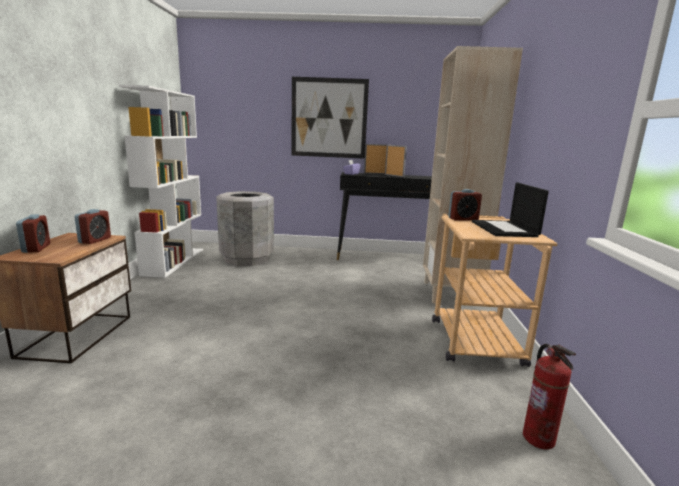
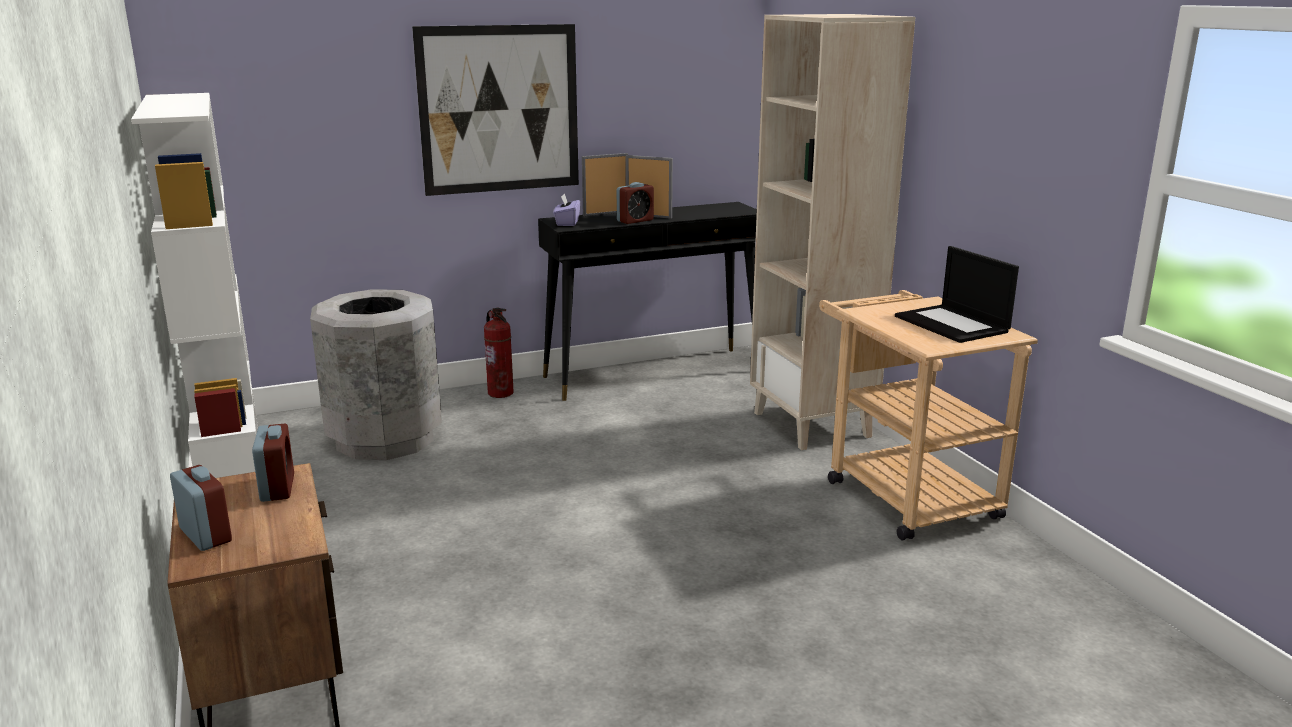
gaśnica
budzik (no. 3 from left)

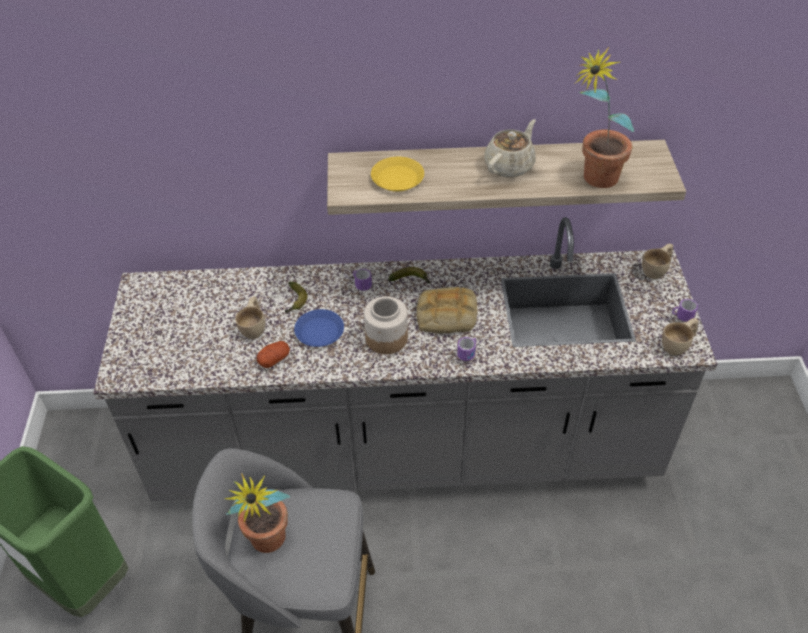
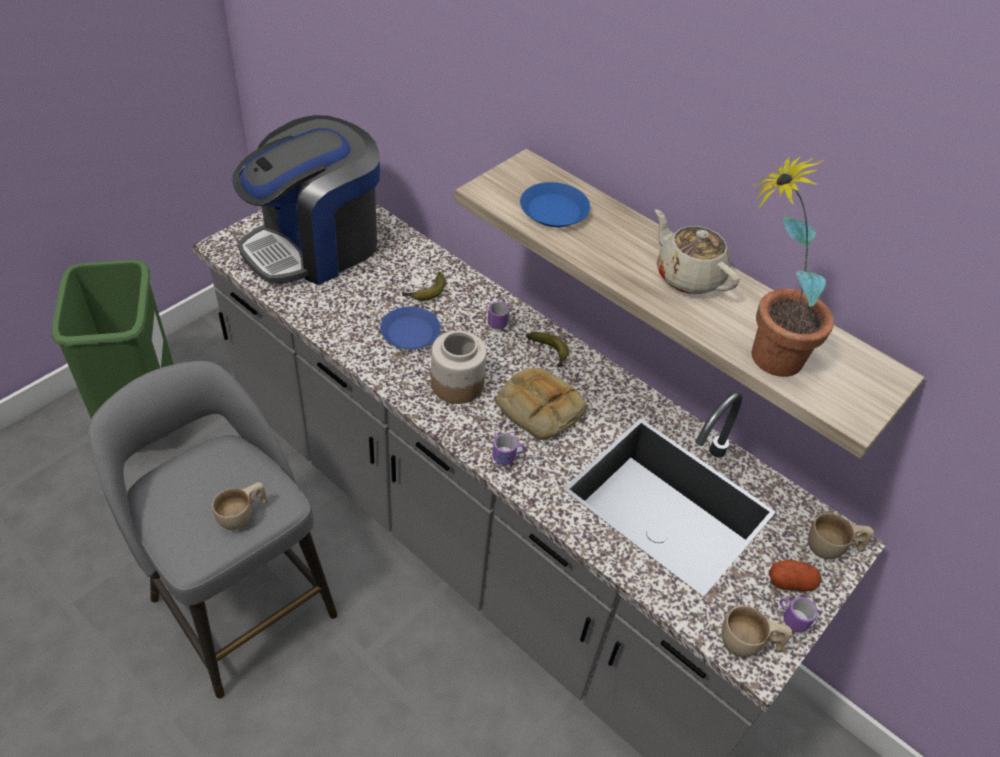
filiżanka (beżowy) (no. 1 from left)
ekspres do kawy
talerz (niebieski) (no. 2 from left)
imbryk (beżowy)
ziemniak
roślina doniczkowa (no. 1 from left in the first image)

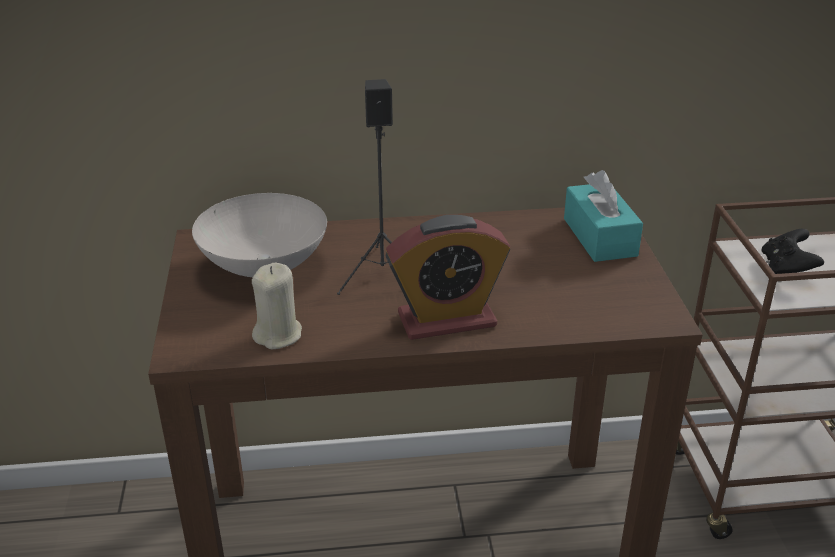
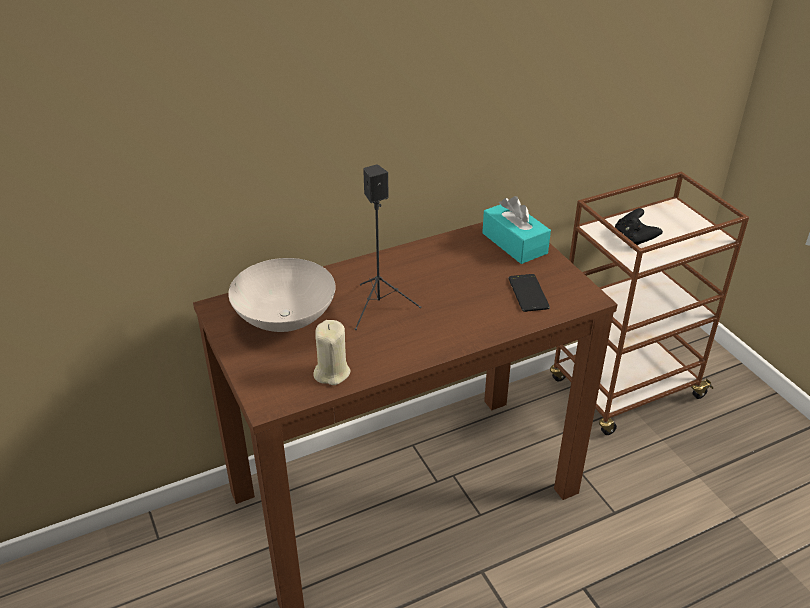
telefon
budzik

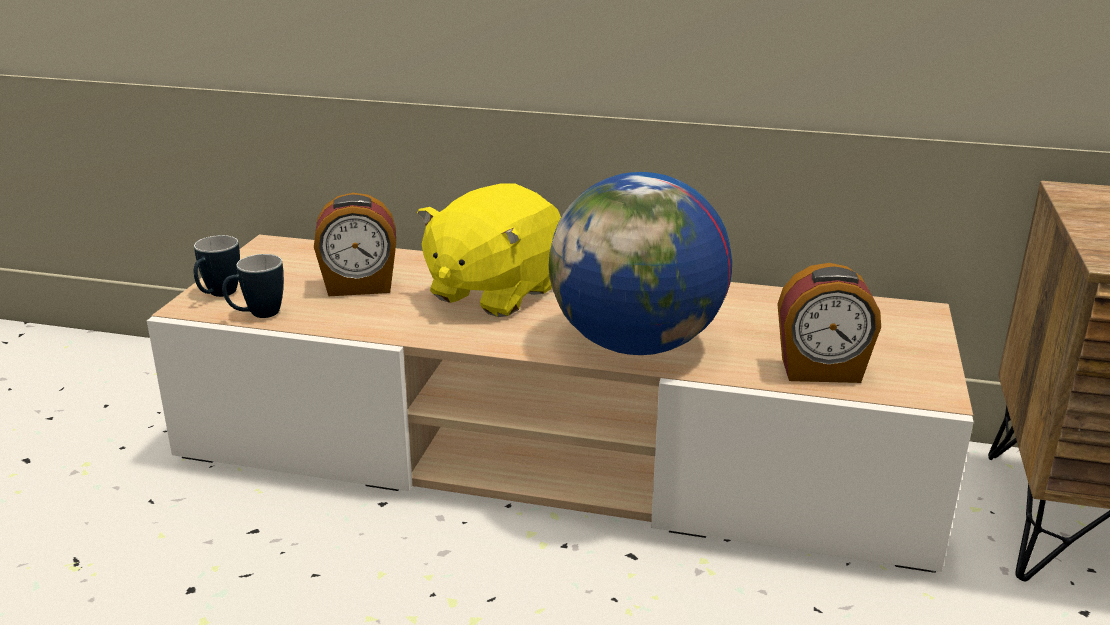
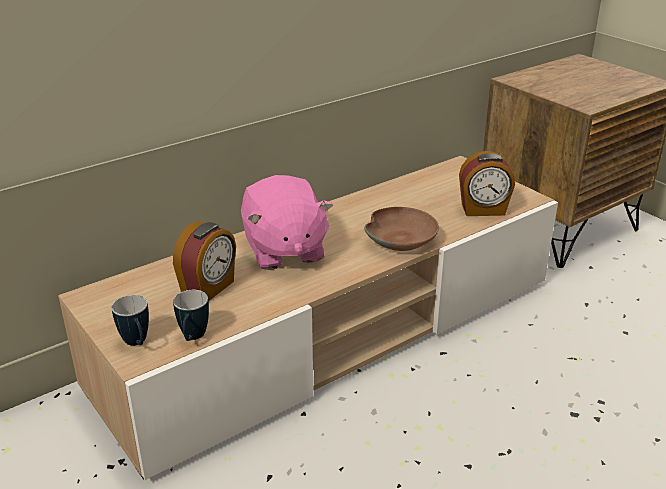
pluszak (różowy)
miska (brązowy)
budzik (no. 2 from left)

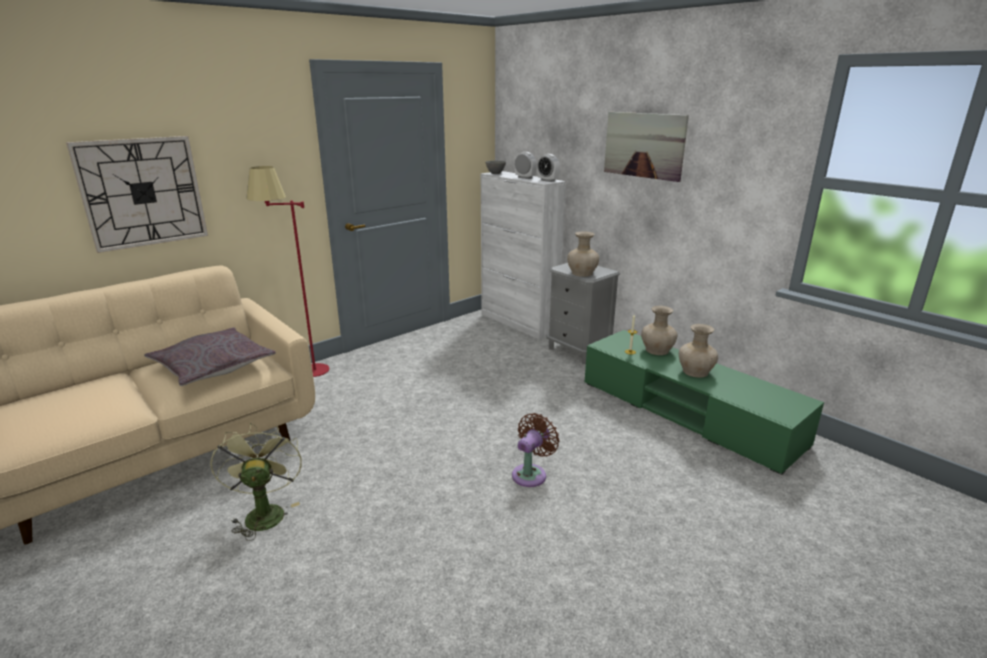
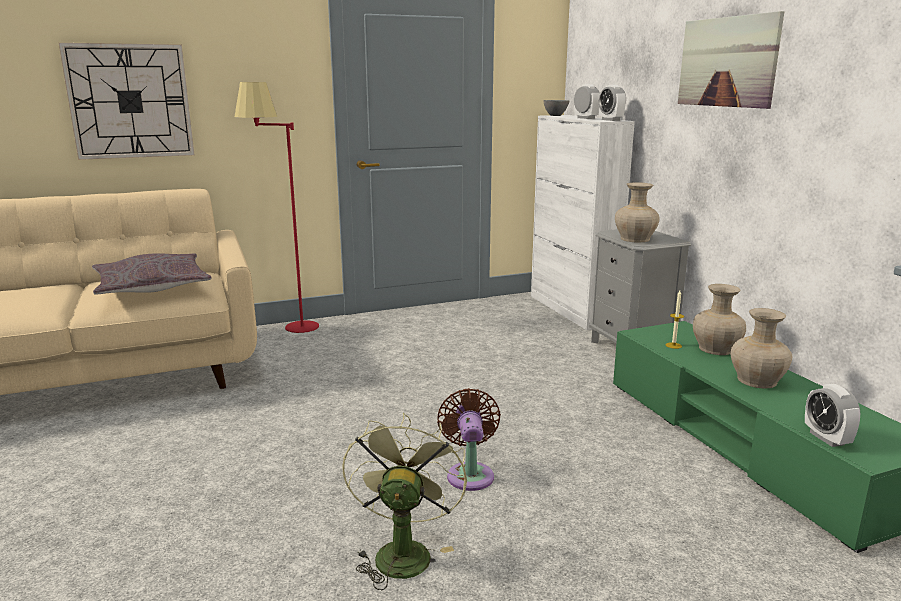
wentylator (zielony)
wentylator (brązowy)
budzik (no. 3 from left)

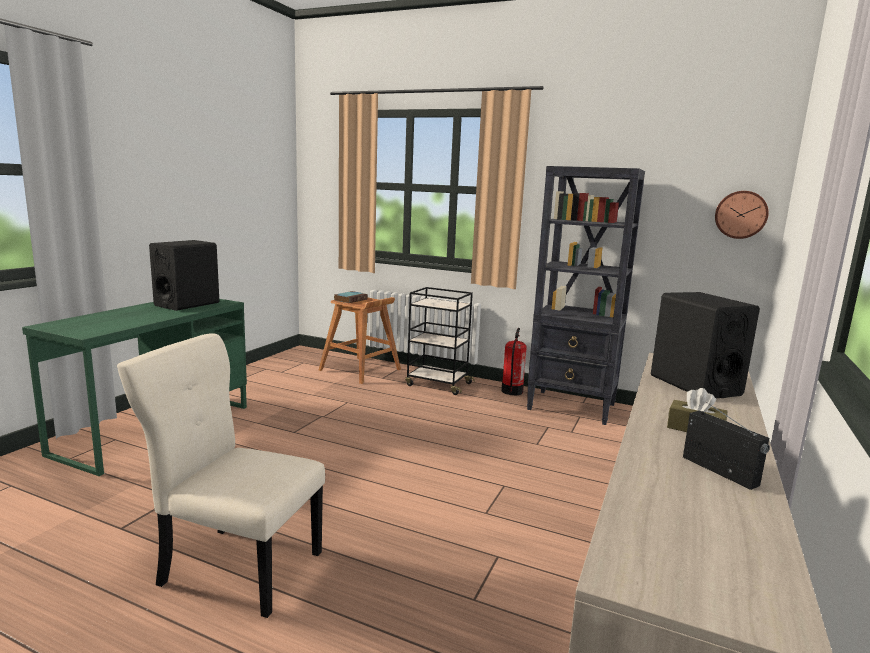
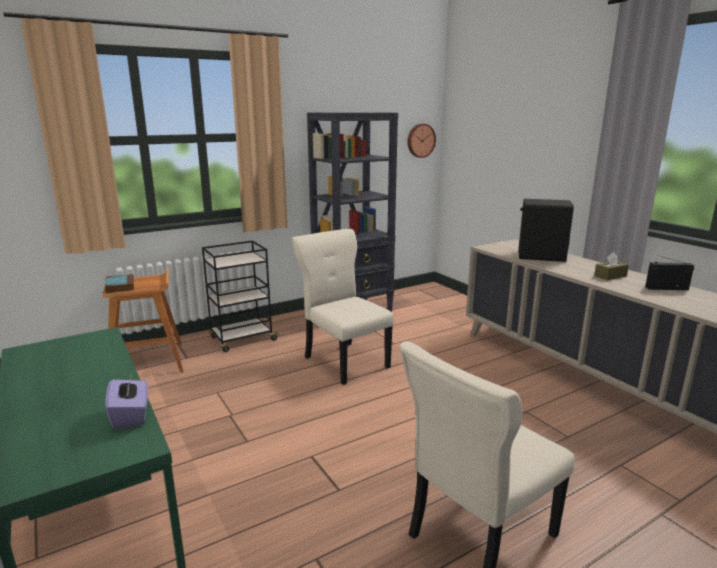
pudełko chusteczek (fioletowy)
krzesło (beżowy) (no. 1 from left)
głośnik (czarny) (no. 1 from left in the first image)
gaśnica

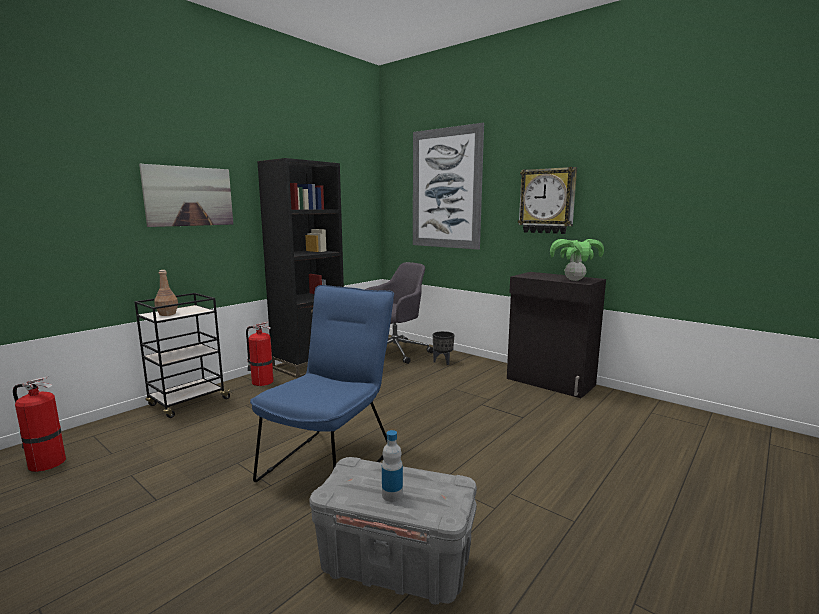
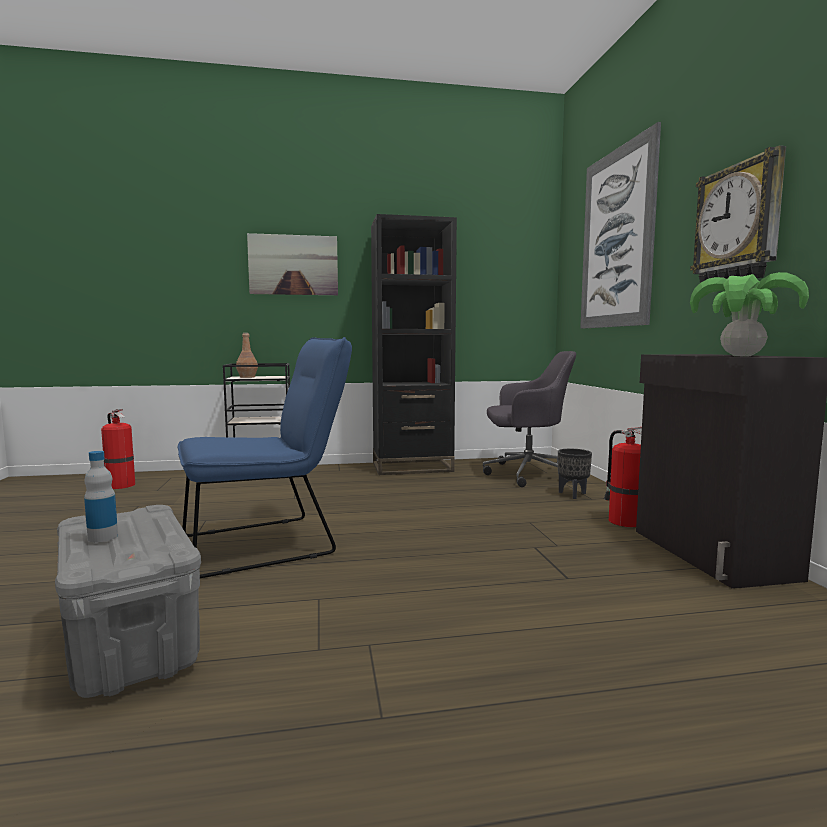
gaśnica (no. 2 from left)

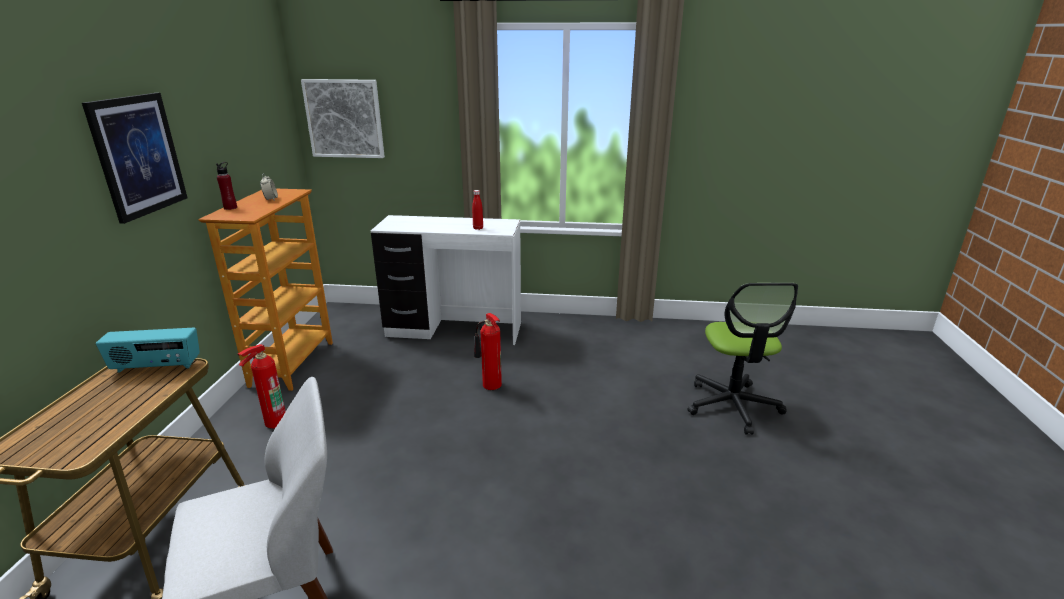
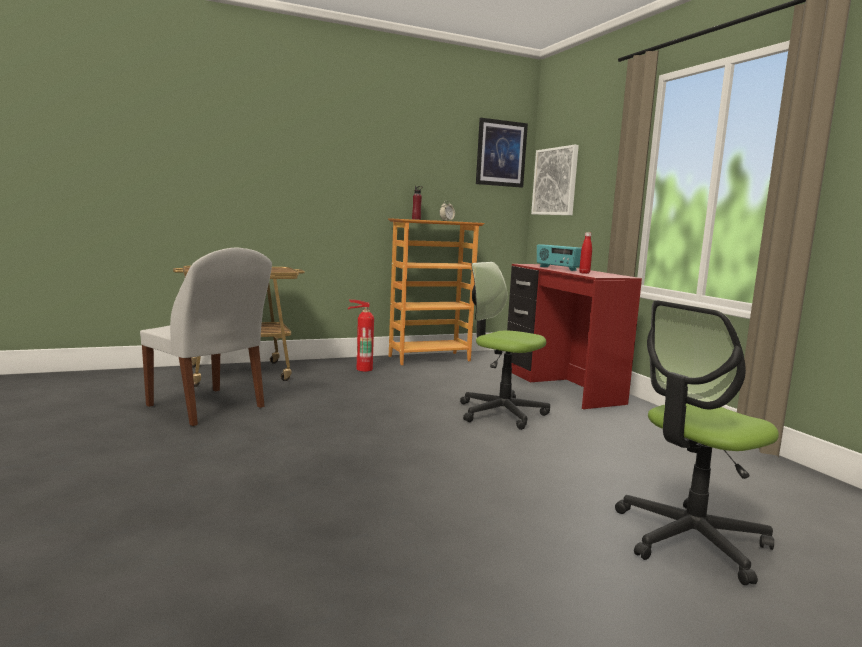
krzesło biurowe (no. 1 from left)
obraz (no. 1 from left)
biurko (czerwony)
radio

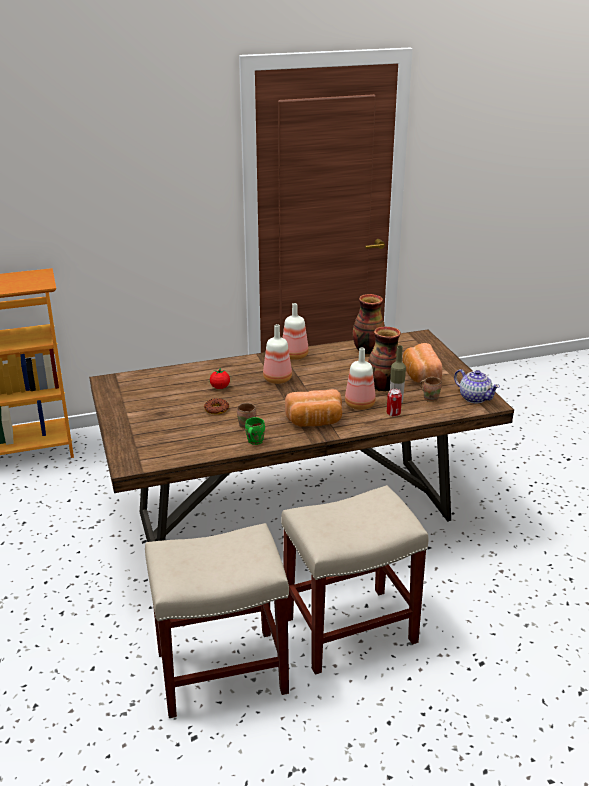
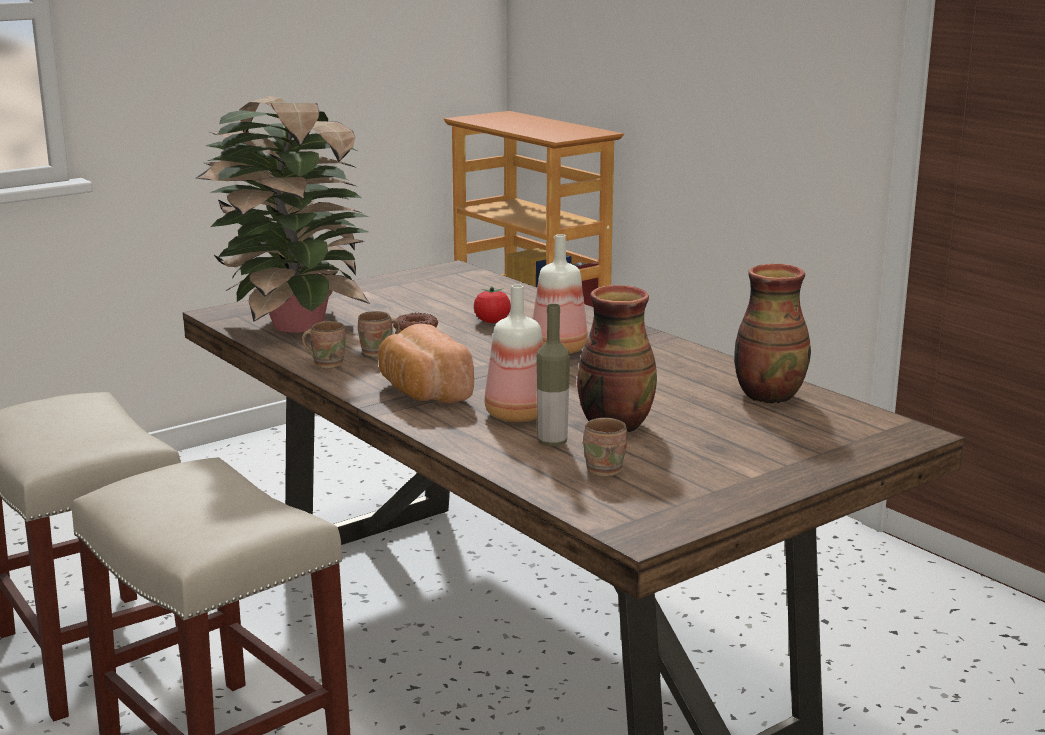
roślina doniczkowa
kubek (brązowy) (no. 1 from left)
butelka (no. 2 from left in the first image)
puszka
chleb (no. 2 from left in the first image)
imbryk

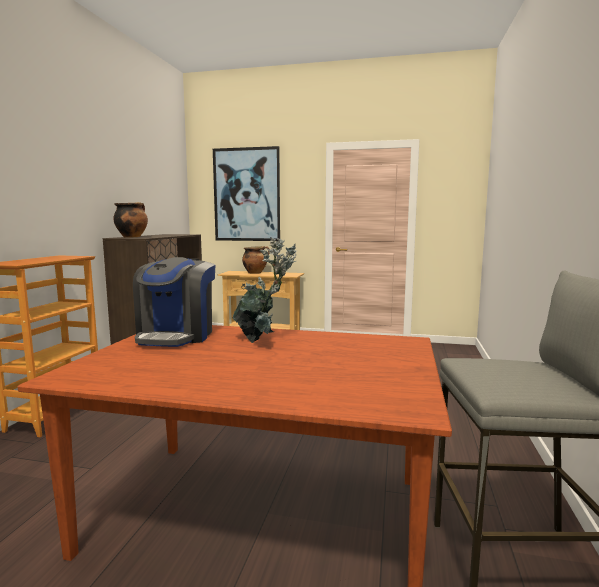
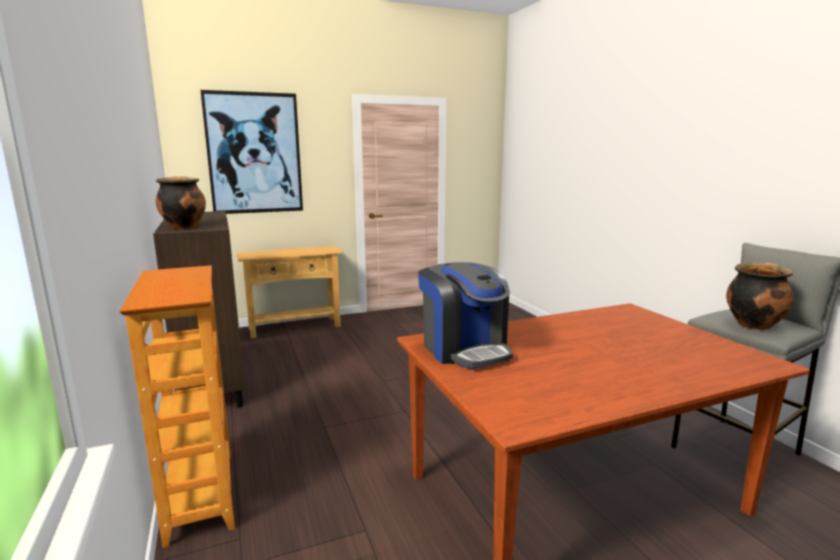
garnek (no. 2 from left)
roślina doniczkowa

